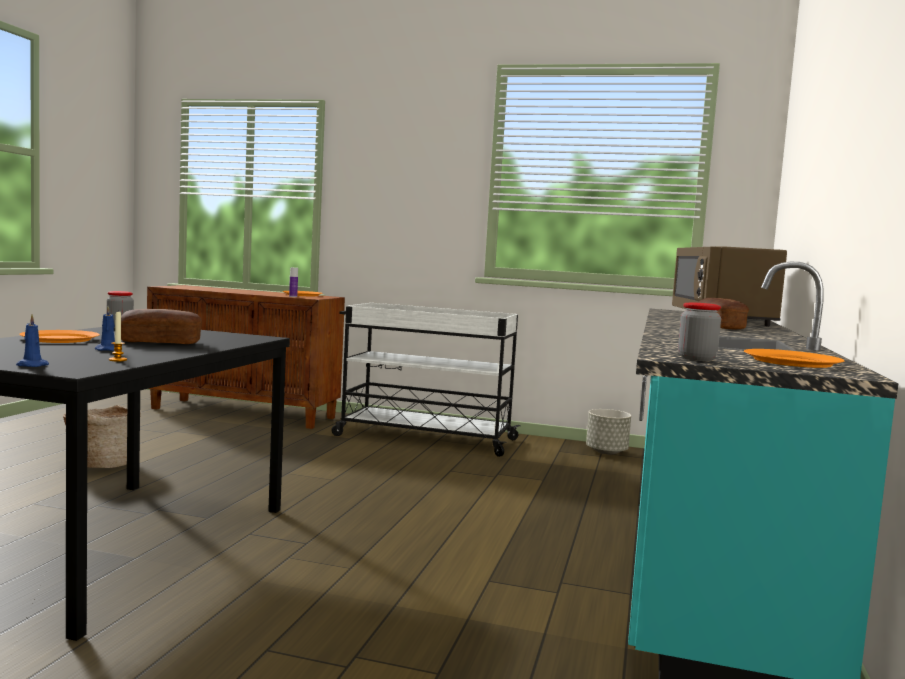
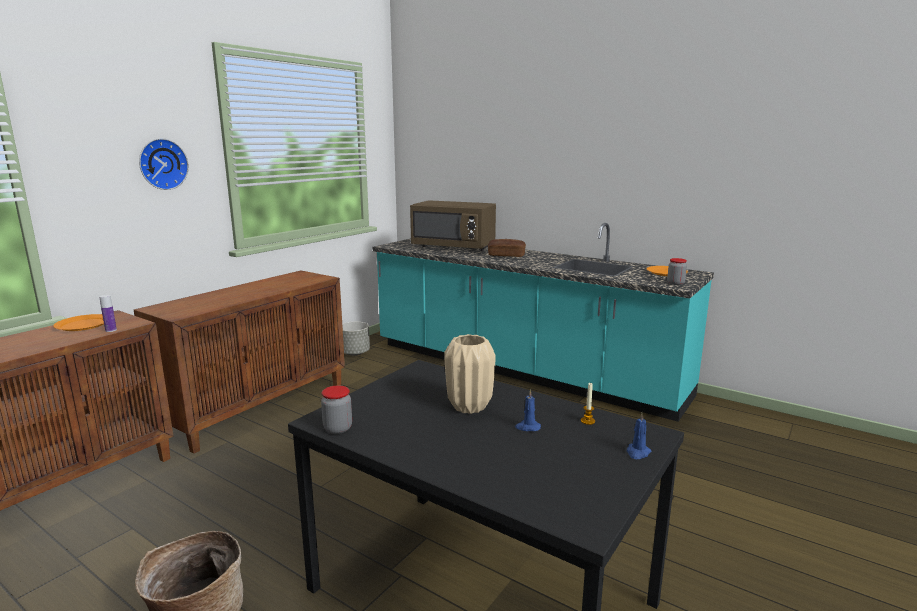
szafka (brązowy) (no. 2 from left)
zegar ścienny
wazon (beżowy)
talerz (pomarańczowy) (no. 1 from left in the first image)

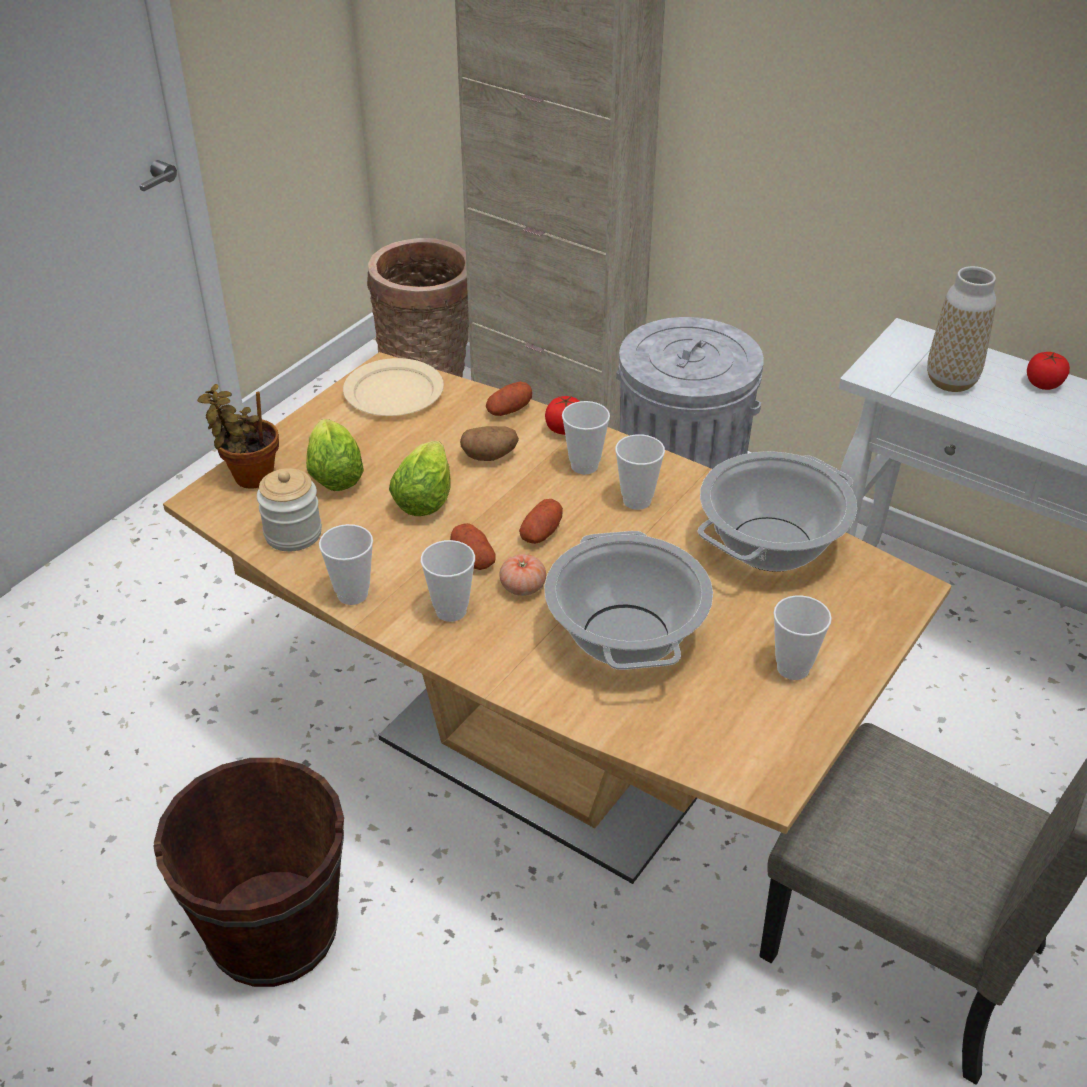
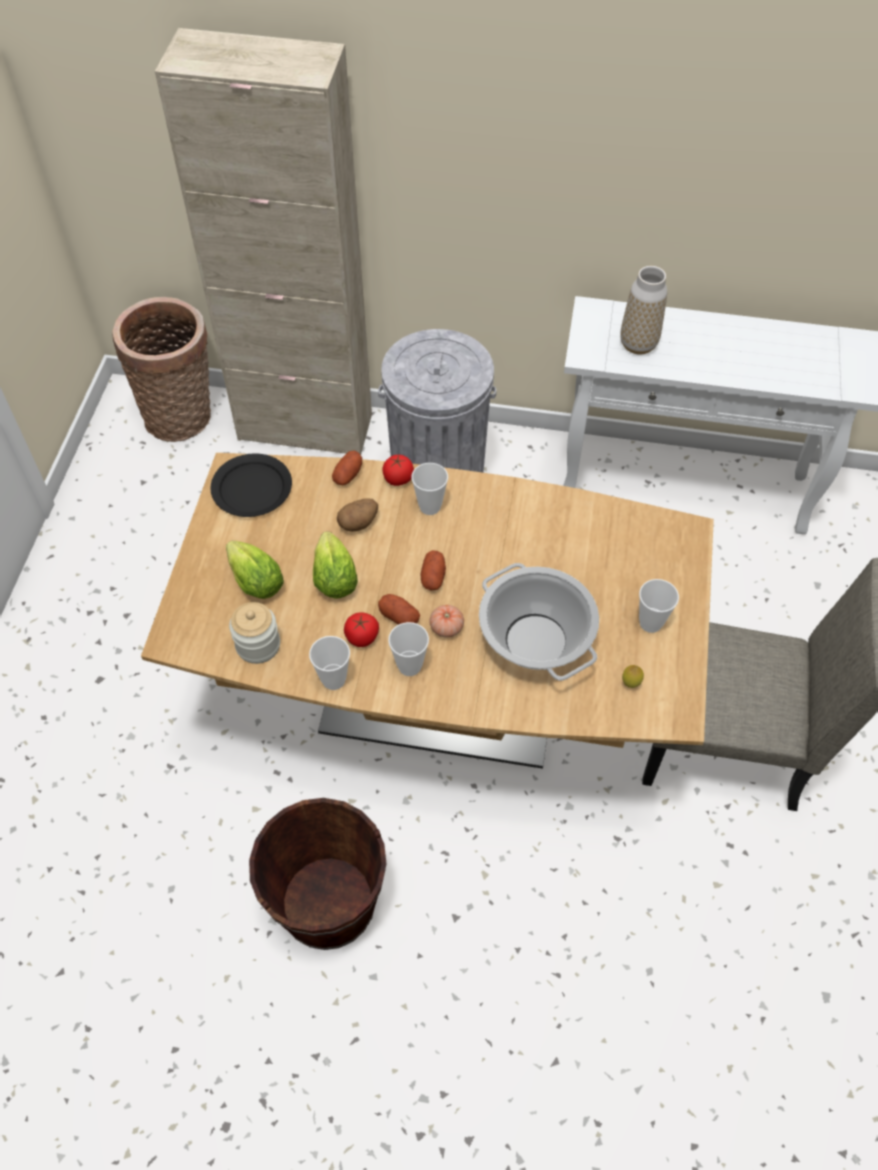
talerz (czarny)
pomidor (no. 1 from left)
cytryna
roślina doniczkowa
filiżanka (no. 4 from left in the first image)
garnek (no. 2 from left in the first image)

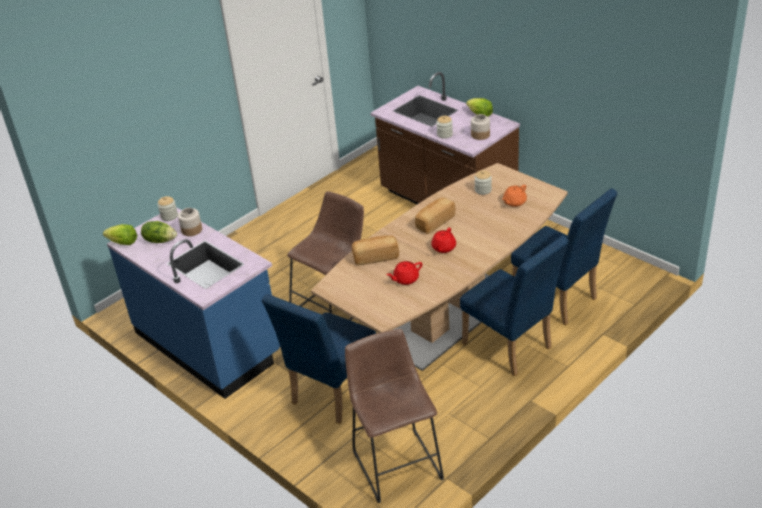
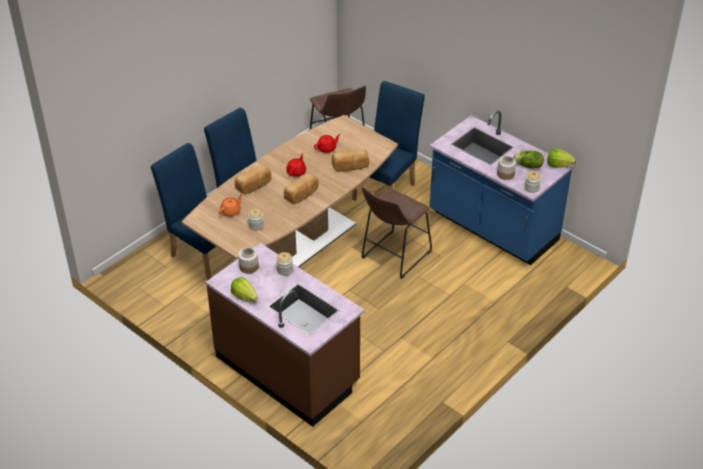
chleb (no. 1 from left)

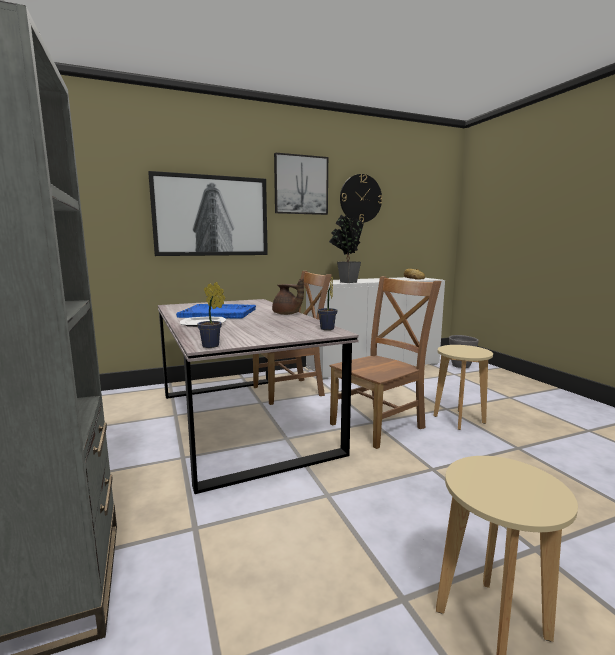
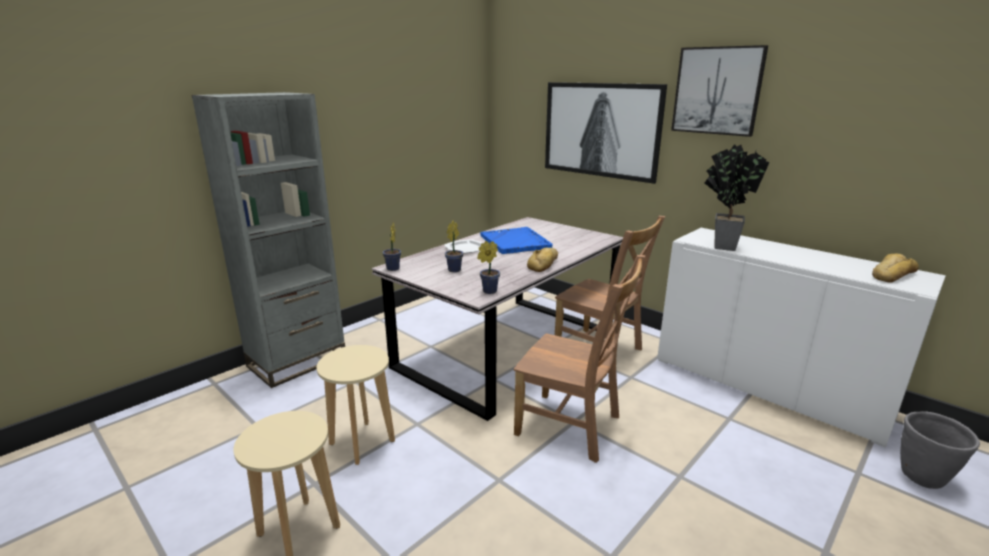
stołek (beżowy) (no. 2 from left)
roślina doniczkowa (no. 2 from left)
chleb (no. 1 from left)
zegar ścienny

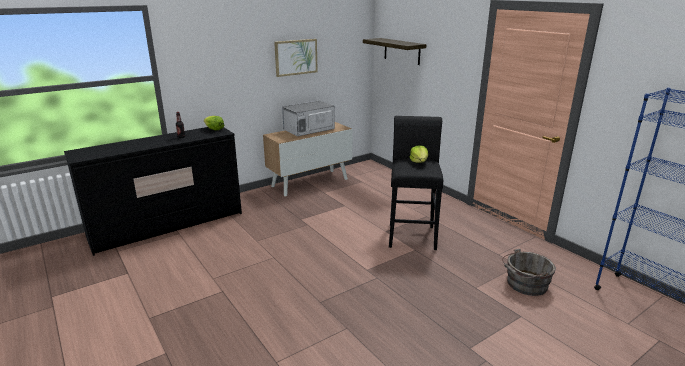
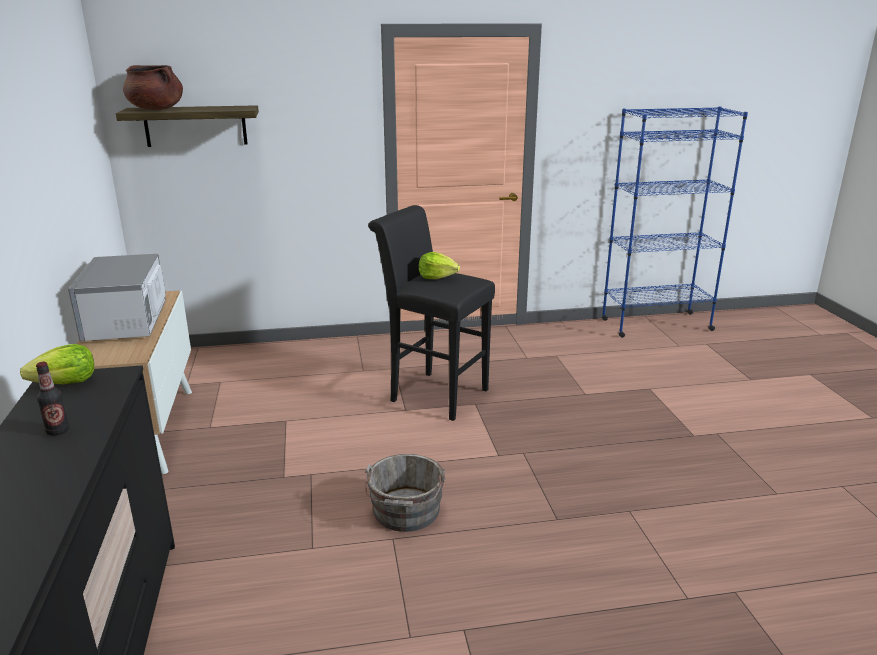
garnek (brązowy)
wiadro (szary)
obraz

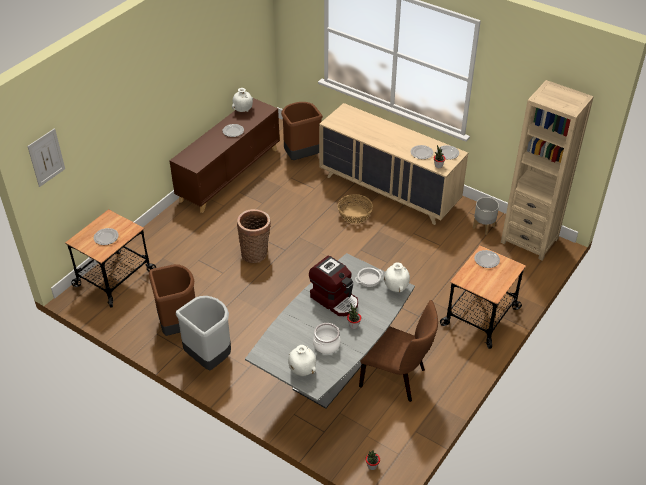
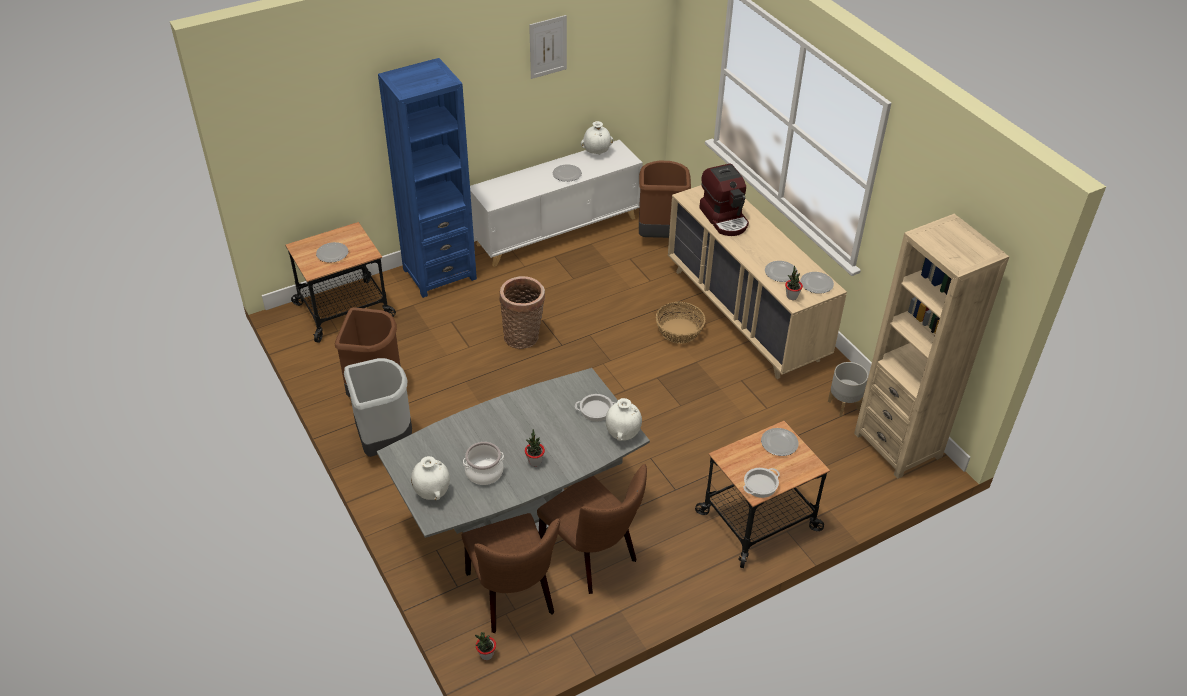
regał (niebieski)
krzesło (brązowy) (no. 1 from left)
szafka (biały)
obraz
ekspres do kawy
garnek (no. 3 from left)

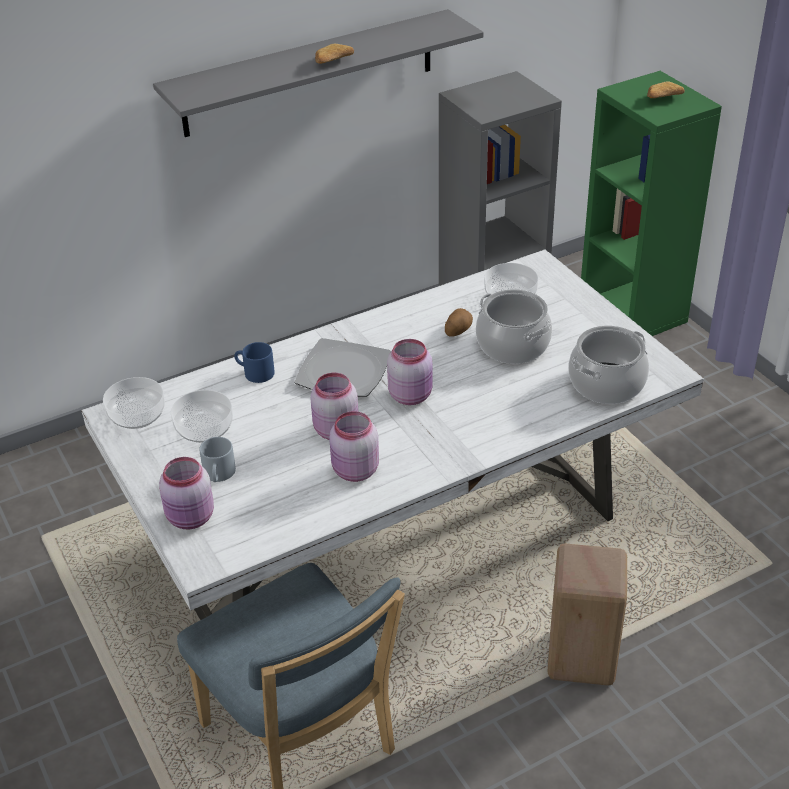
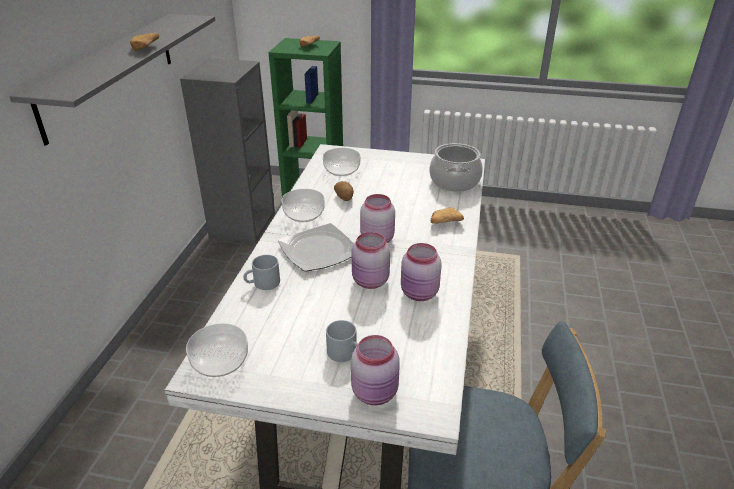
kubek (szary) (no. 1 from left)
miska (no. 2 from left)
chleb (no. 3 from left)
garnek (no. 1 from left in the first image)
stołek (beżowy)

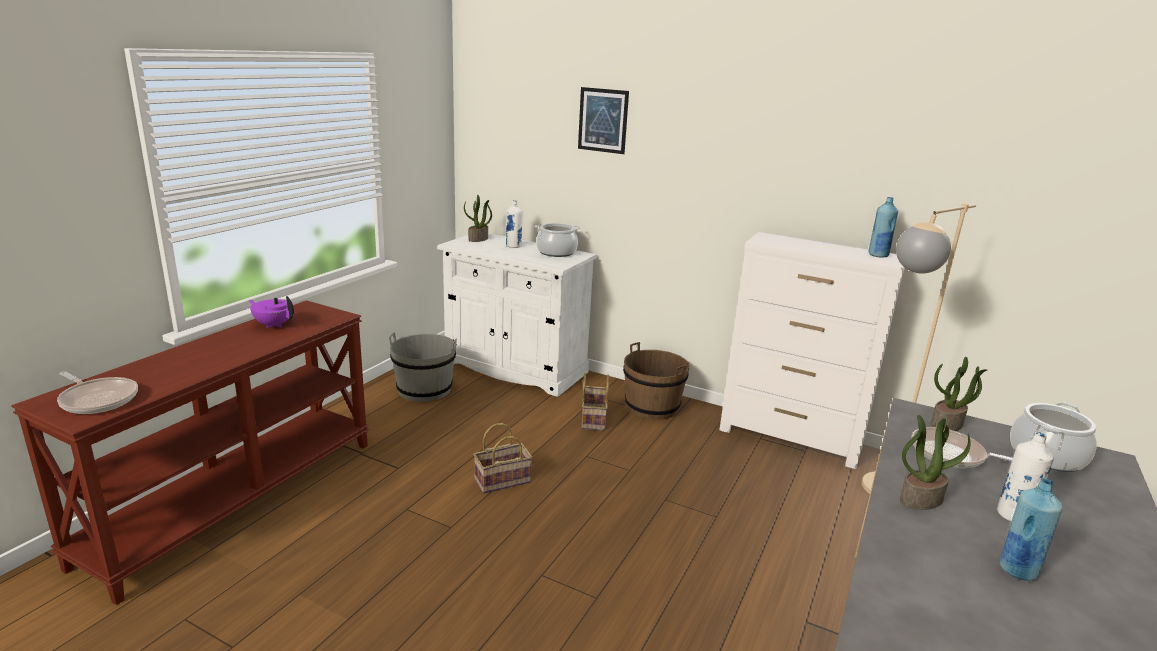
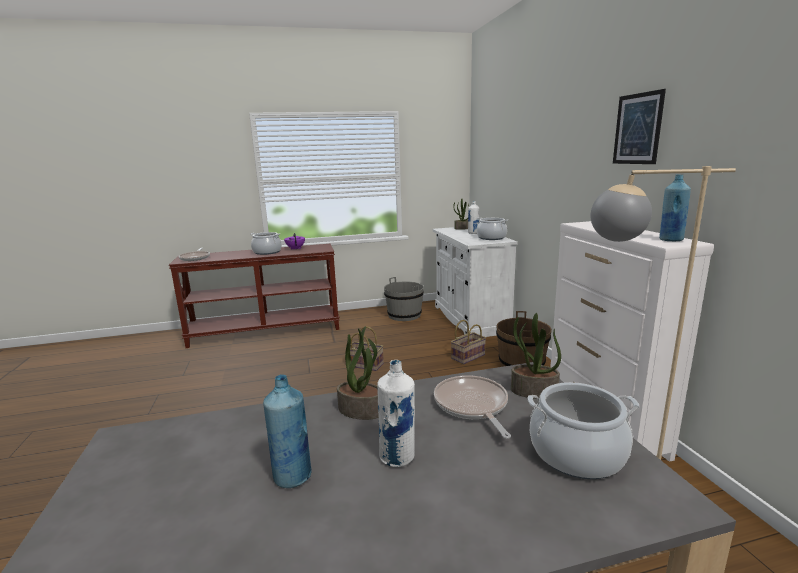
garnek (no. 1 from left)
obraz

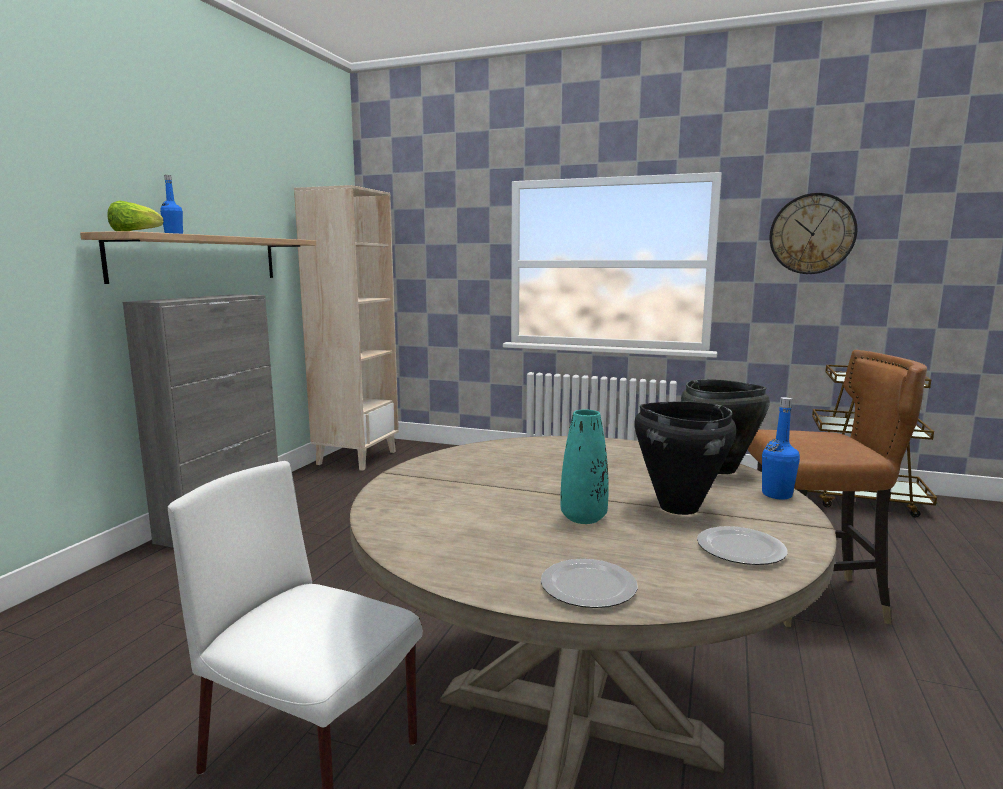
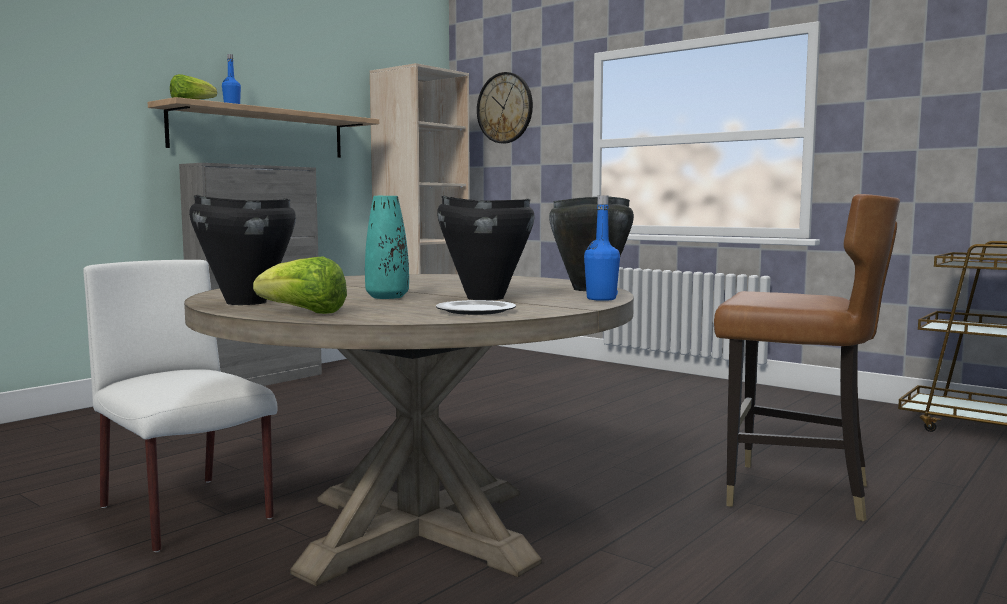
garnek (czarny) (no. 1 from left)
sałata (no. 2 from left)
zegar ścienny

